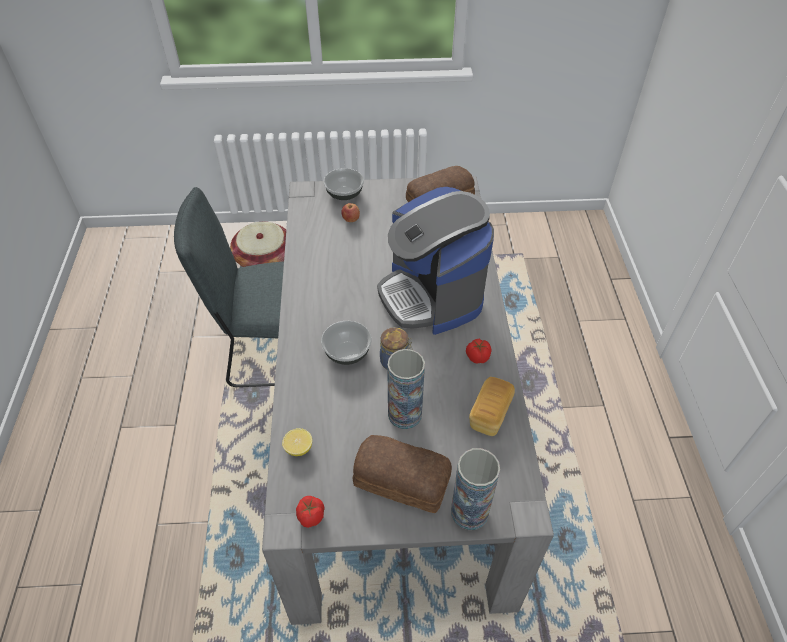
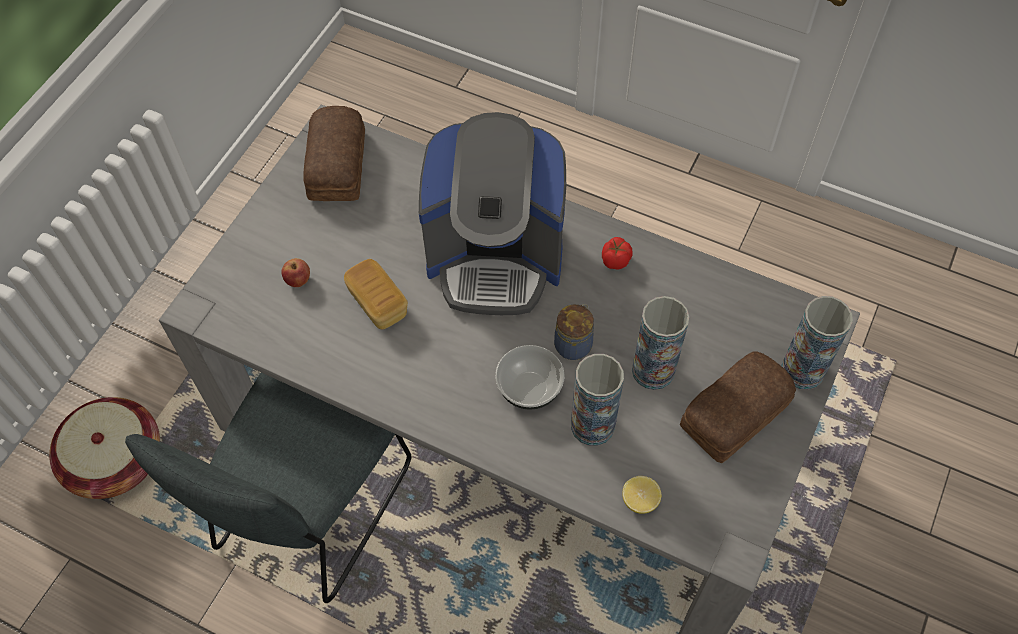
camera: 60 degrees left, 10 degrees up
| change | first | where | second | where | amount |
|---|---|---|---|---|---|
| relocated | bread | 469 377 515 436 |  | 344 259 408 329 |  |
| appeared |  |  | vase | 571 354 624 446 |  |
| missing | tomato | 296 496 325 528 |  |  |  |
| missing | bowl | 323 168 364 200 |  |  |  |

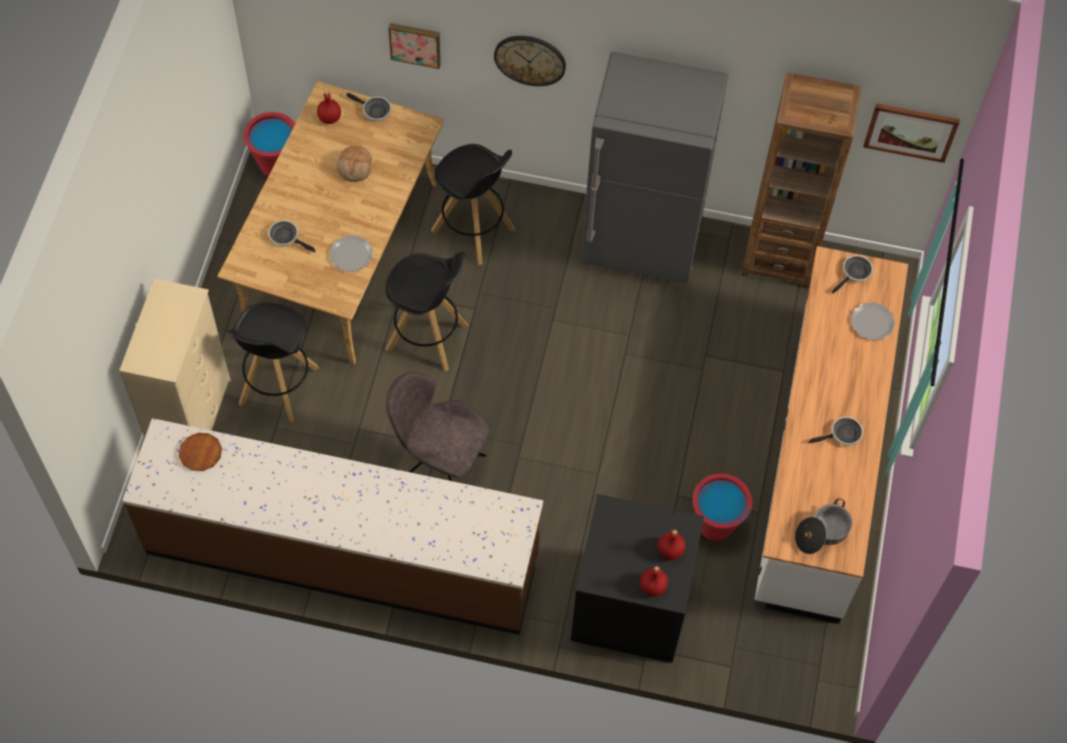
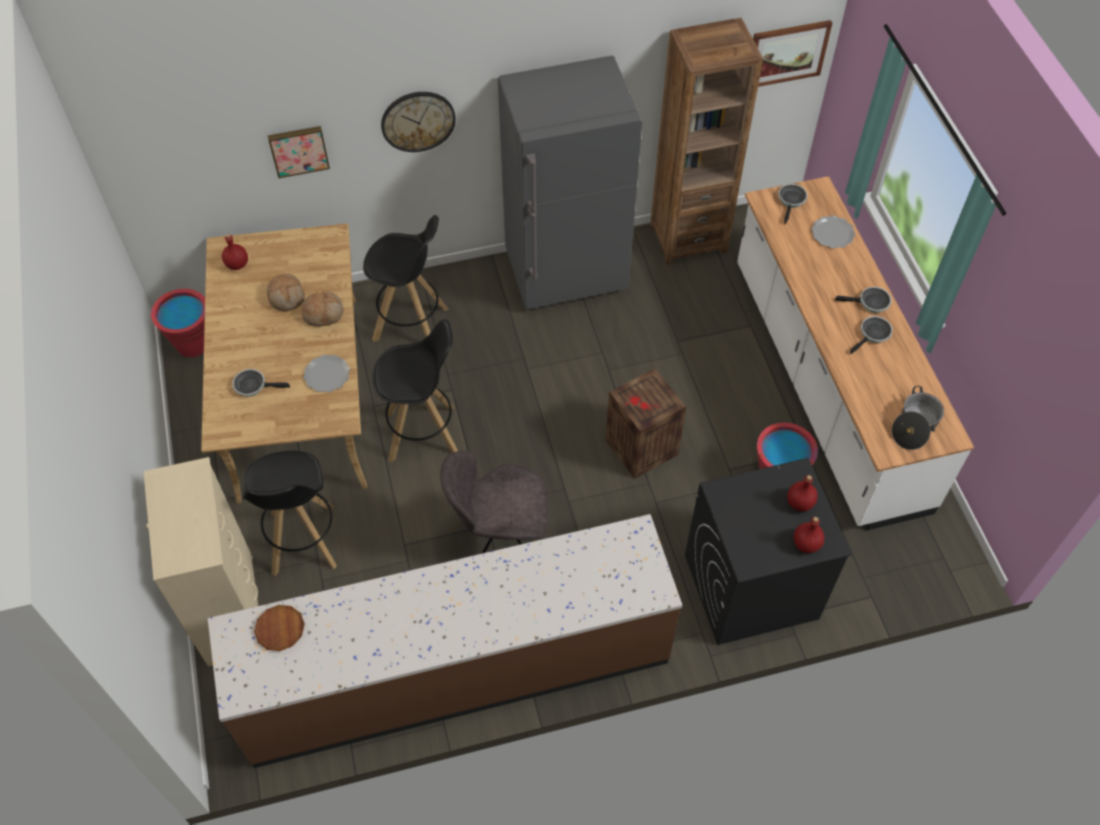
camera: 25 degrees left, 5 degrees down
| change | first | where | second | where | amount |
|---|---|---|---|---|---|
| appeared |  |  | bread | 302 291 343 327 |  |
| appeared |  |  | crate | 606 368 686 478 |  |
| relocated | frying pan | 346 92 391 121 |  | 835 287 892 313 |  |

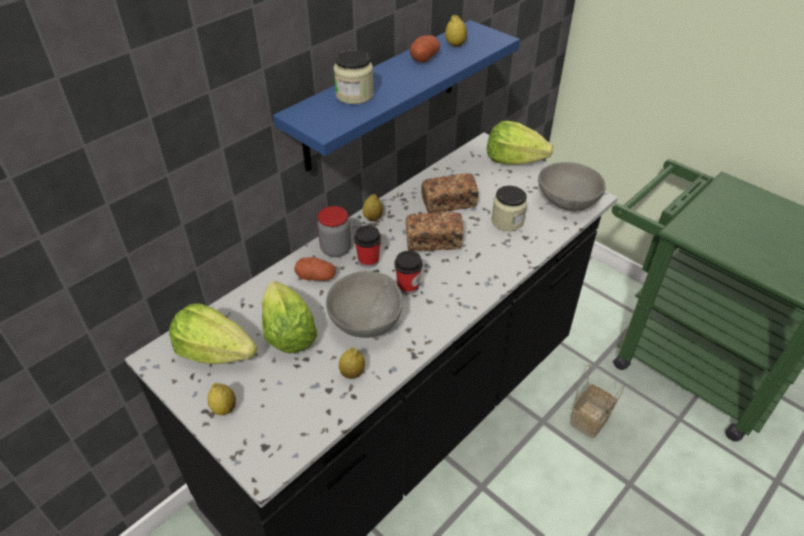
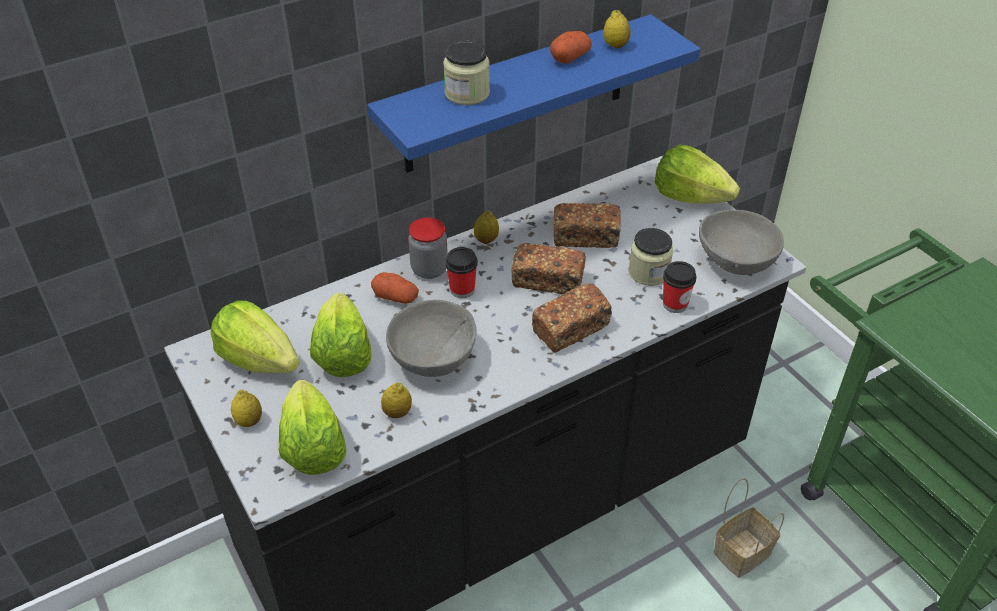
camera: 15 degrees right, 0 degrees up
| change | first | where | second | where | amount |
|---|---|---|---|---|---|
| appeared |  |  | lettuce | 279 380 346 475 |  |
| appeared |  |  | bread | 532 283 612 353 |  |
| relocated | cup | 395 251 423 294 |  | 663 261 697 313 |  |

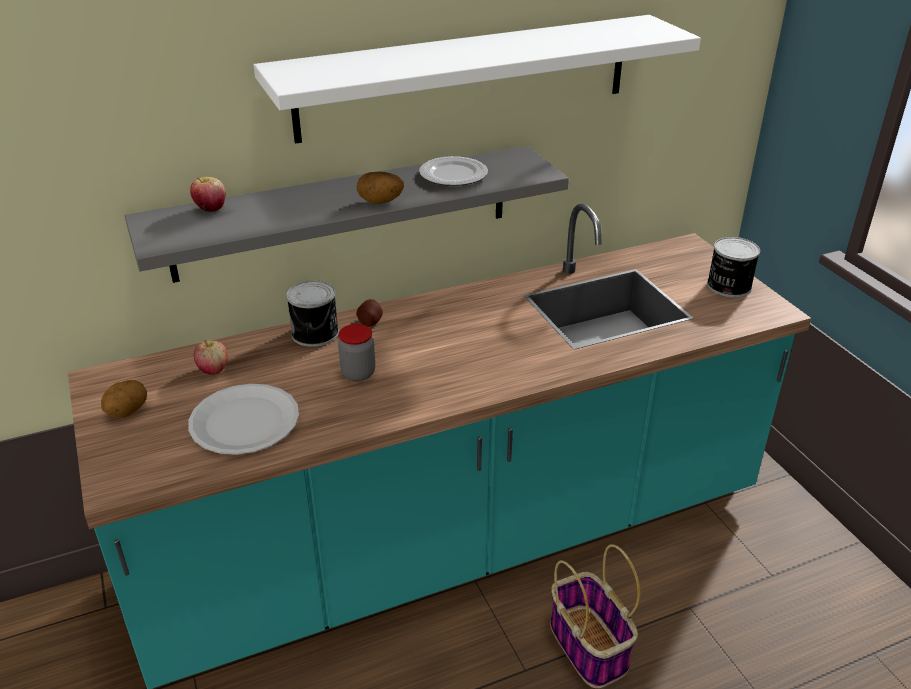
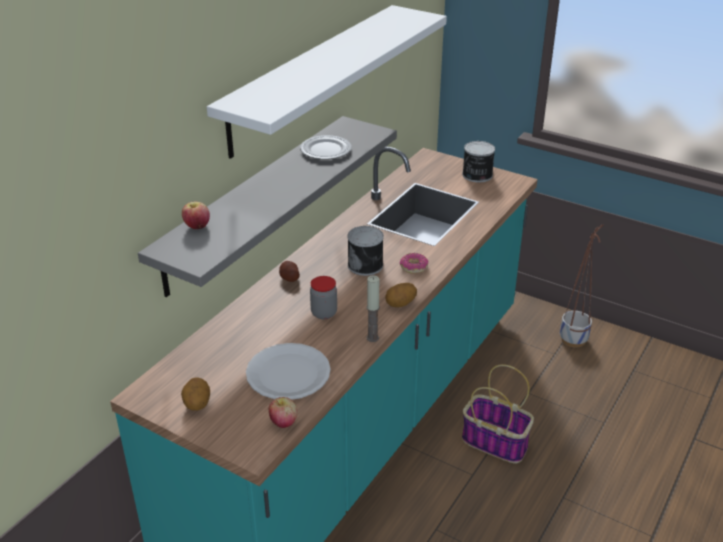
camera: 35 degrees left, 0 degrees up
| change | first | where | second | where | amount |
|---|---|---|---|---|---|
| relocated | apple | 194 339 228 375 |  | 269 397 297 428 |  |
| relocated | can | 286 281 339 347 |  | 347 226 384 276 |  |
| appeared |  |  | candle | 366 275 380 342 |  |
| relocated | potato | 357 171 404 204 |  | 385 283 417 308 |  |
| appeared |  |  | donut | 400 253 429 274 |  |
| appeared |  |  | planter | 560 224 604 348 |  |

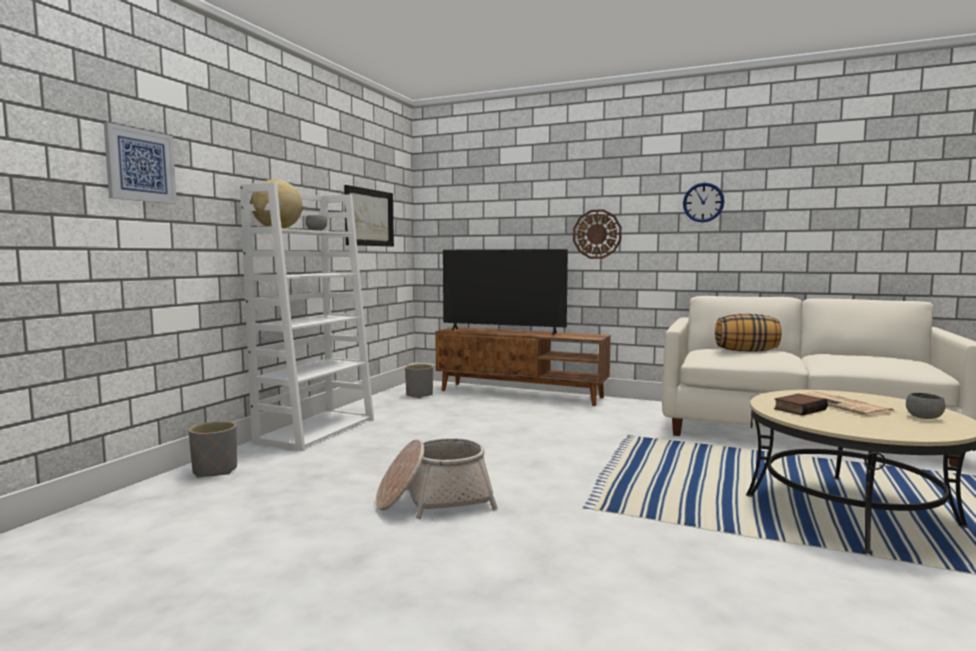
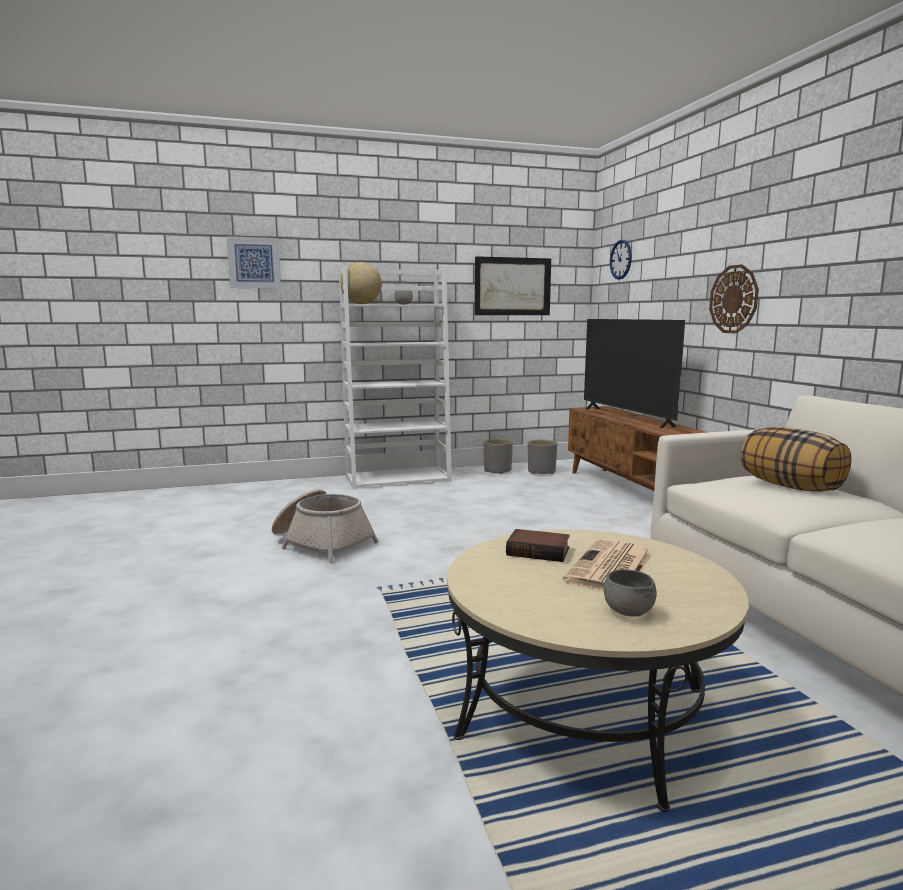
camera: 50 degrees right, 5 degrees up
| change | first | where | second | where | amount |
|---|---|---|---|---|---|
| relocated | planter (grey) | 188 421 237 478 |  | 484 439 513 474 |  |
| relocated | wall clock | 683 183 724 222 |  | 610 240 632 280 |  |

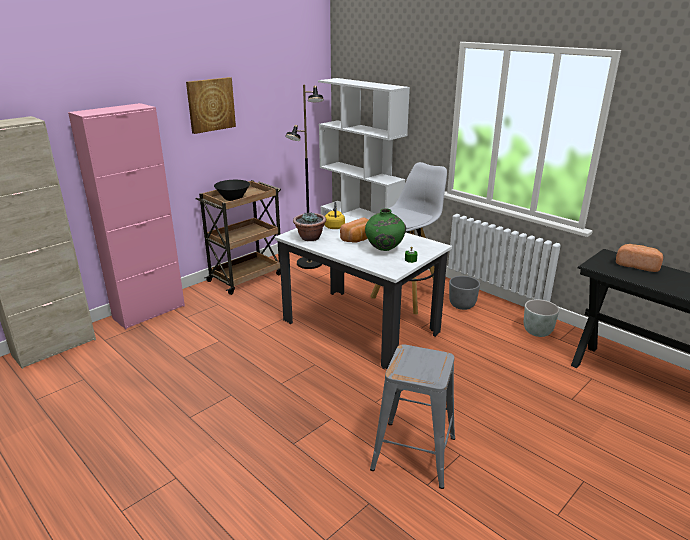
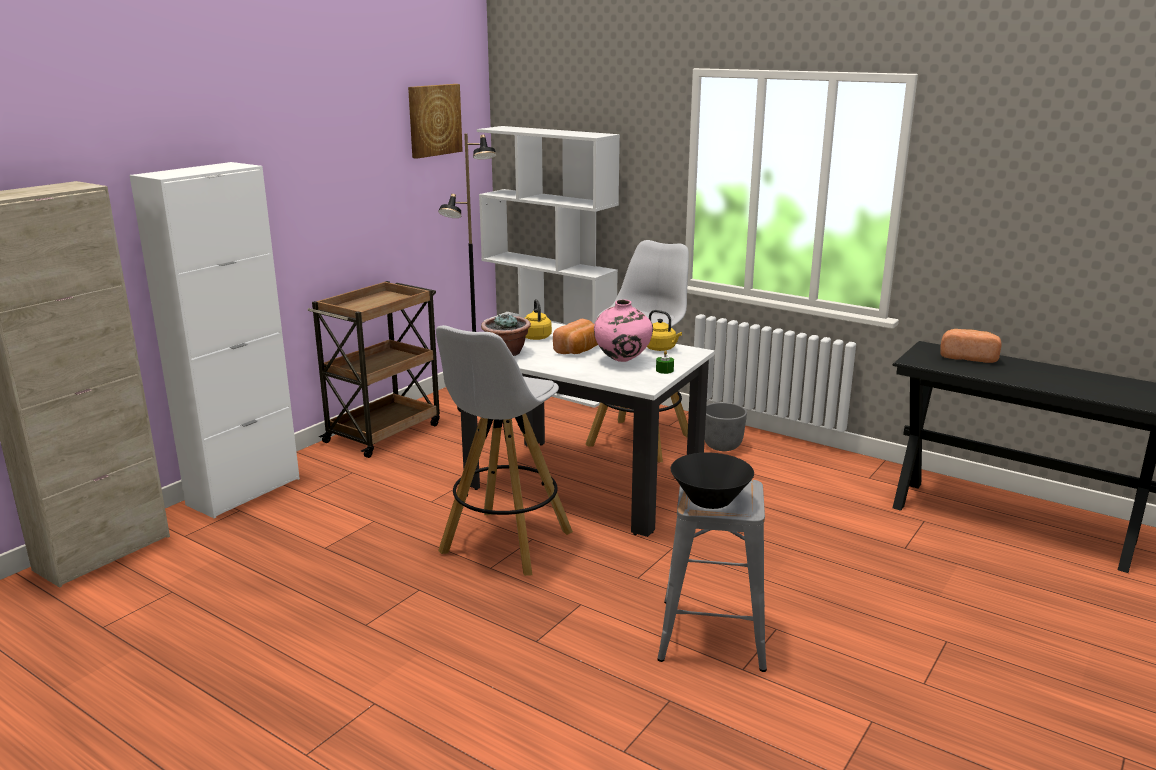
camera: 10 degrees left, 5 degrees down
| change | first | where | second | where | amount |
|---|---|---|---|---|---|
| colour | cabinet (pink) | 68 103 185 329 | cabinet (white) | 130 162 300 518 |  |
| relocated | picture | 186 77 236 134 |  | 408 84 463 159 |  |
| appeared |  |  | stool (white) | 436 325 573 576 |  |
| colour | vase (green) | 365 209 406 251 | vase (pink) | 594 300 653 362 |  |
| appeared |  |  | kettle (yellow) | 647 310 682 351 |  |
| relocated | bowl (black) | 214 180 250 201 |  | 671 453 754 509 |  |
| missing | planter (grey) | 524 299 559 337 |  |  |  |

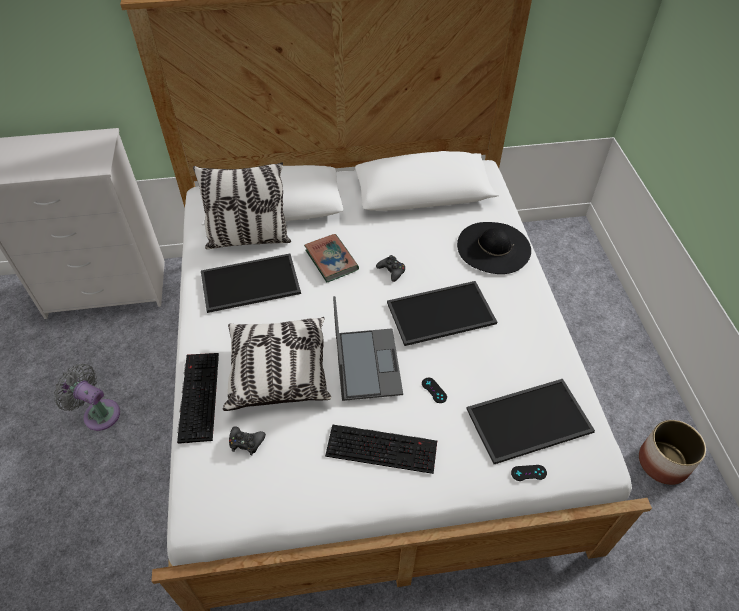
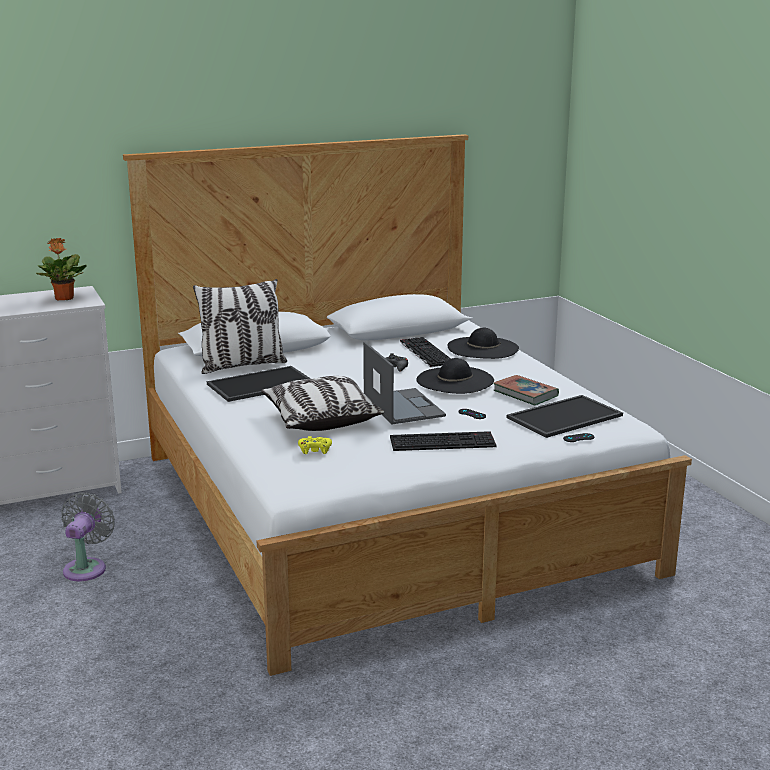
camera: 15 degrees left, 30 degrees down
| change | first | where | second | where | amount |
|---|---|---|---|---|---|
| appeared |  |  | potted plant | 36 238 87 300 |  |
| spun | fan (grey) | 54 364 120 431 |  | 61 492 115 581 | 90 degrees clockwise |
| colour | game controller (black) | 229 426 266 455 | game controller (yellow) | 298 436 332 454 |  |
| relocated | keyboard | 177 353 219 444 |  | 400 337 451 367 |  |
| exchanged | tray | 387 281 497 346 | hat (black) | 416 358 494 394 |  |
| relocated | book | 304 234 359 282 |  | 493 375 559 405 |  |
| missing | planter | 639 420 706 485 |  |  |  |

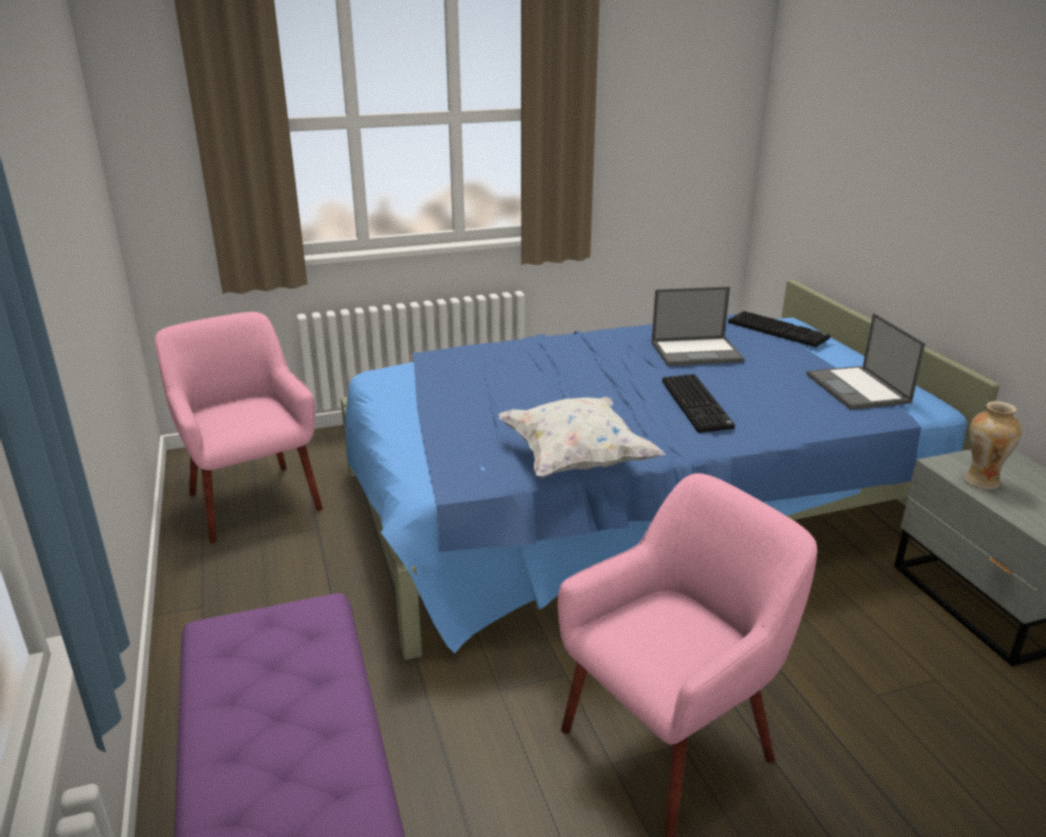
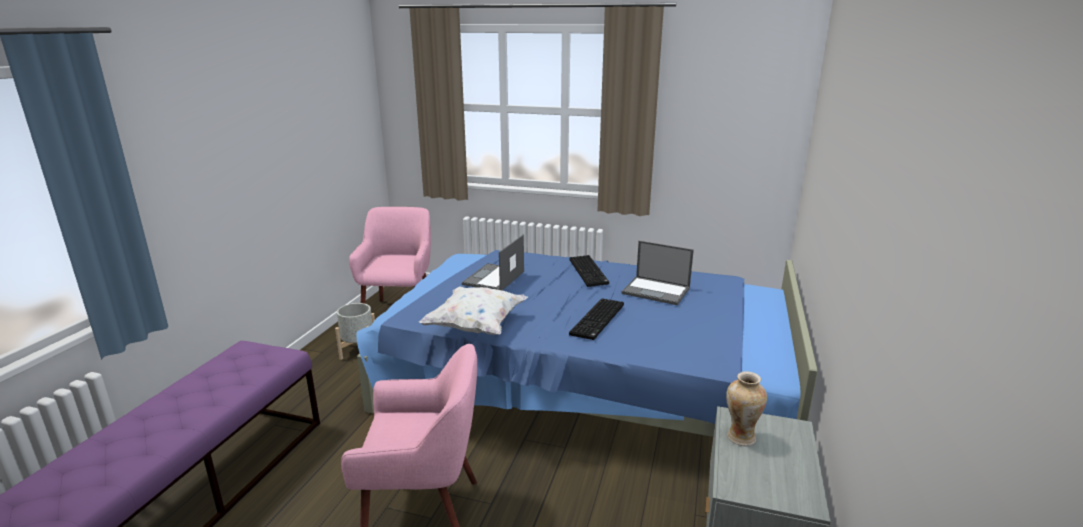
camera: 35 degrees right, 5 degrees down
| change | first | where | second | where | amount |
|---|---|---|---|---|---|
| appeared |  |  | planter (grey) | 335 303 375 360 |  |
| relocated | laptop | 806 313 925 410 |  | 462 235 524 290 |  |
| relocated | keyboard | 728 311 831 347 |  | 570 255 609 287 |  |

